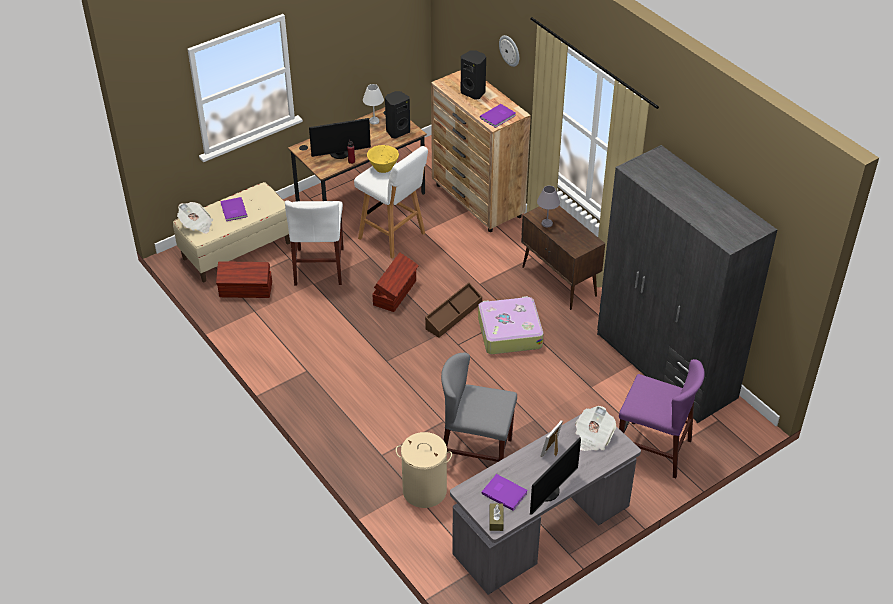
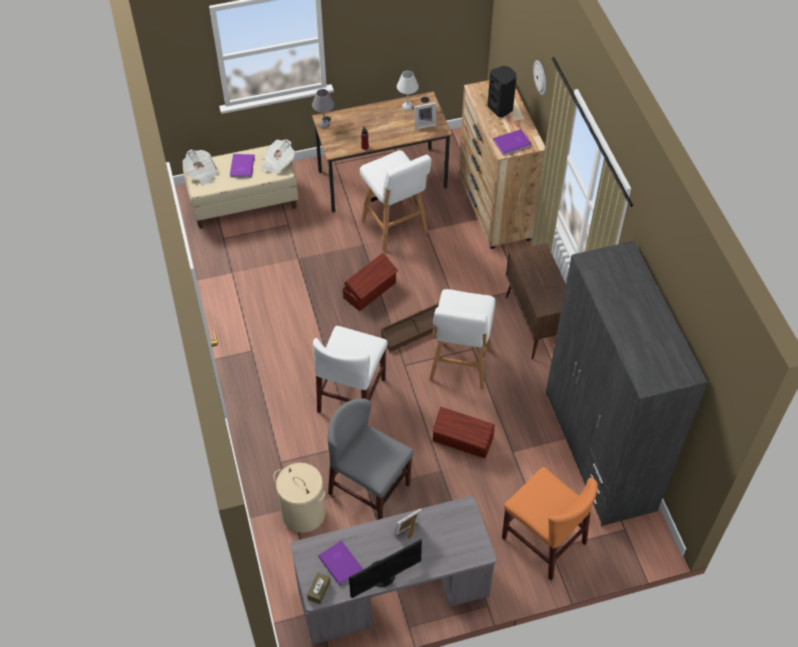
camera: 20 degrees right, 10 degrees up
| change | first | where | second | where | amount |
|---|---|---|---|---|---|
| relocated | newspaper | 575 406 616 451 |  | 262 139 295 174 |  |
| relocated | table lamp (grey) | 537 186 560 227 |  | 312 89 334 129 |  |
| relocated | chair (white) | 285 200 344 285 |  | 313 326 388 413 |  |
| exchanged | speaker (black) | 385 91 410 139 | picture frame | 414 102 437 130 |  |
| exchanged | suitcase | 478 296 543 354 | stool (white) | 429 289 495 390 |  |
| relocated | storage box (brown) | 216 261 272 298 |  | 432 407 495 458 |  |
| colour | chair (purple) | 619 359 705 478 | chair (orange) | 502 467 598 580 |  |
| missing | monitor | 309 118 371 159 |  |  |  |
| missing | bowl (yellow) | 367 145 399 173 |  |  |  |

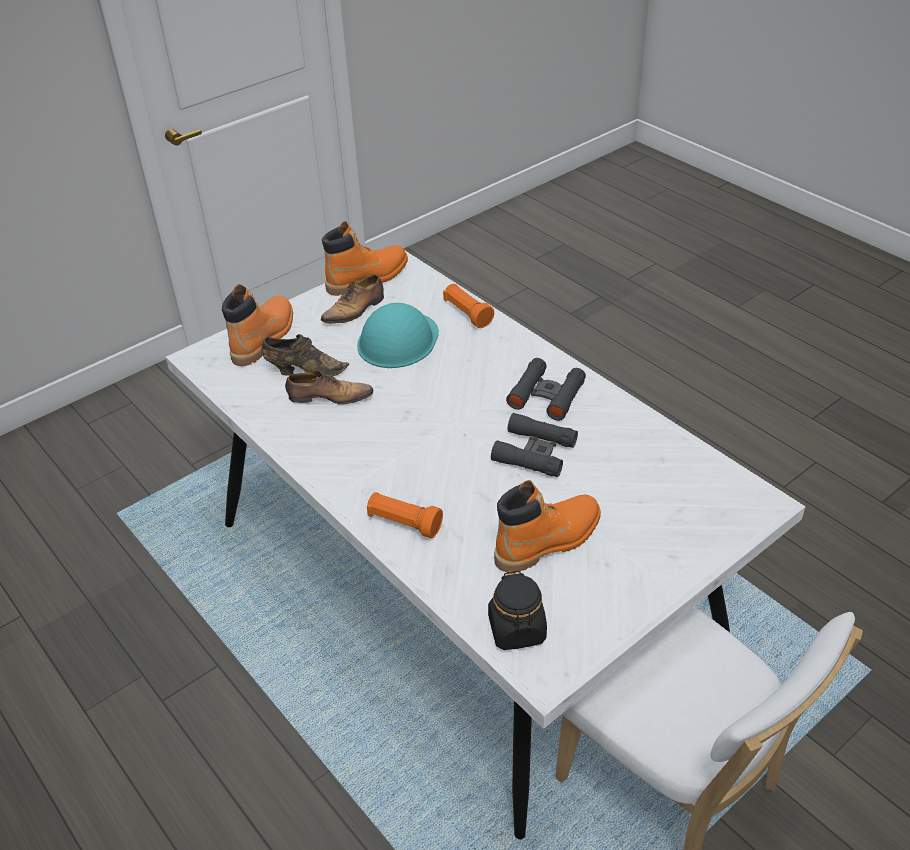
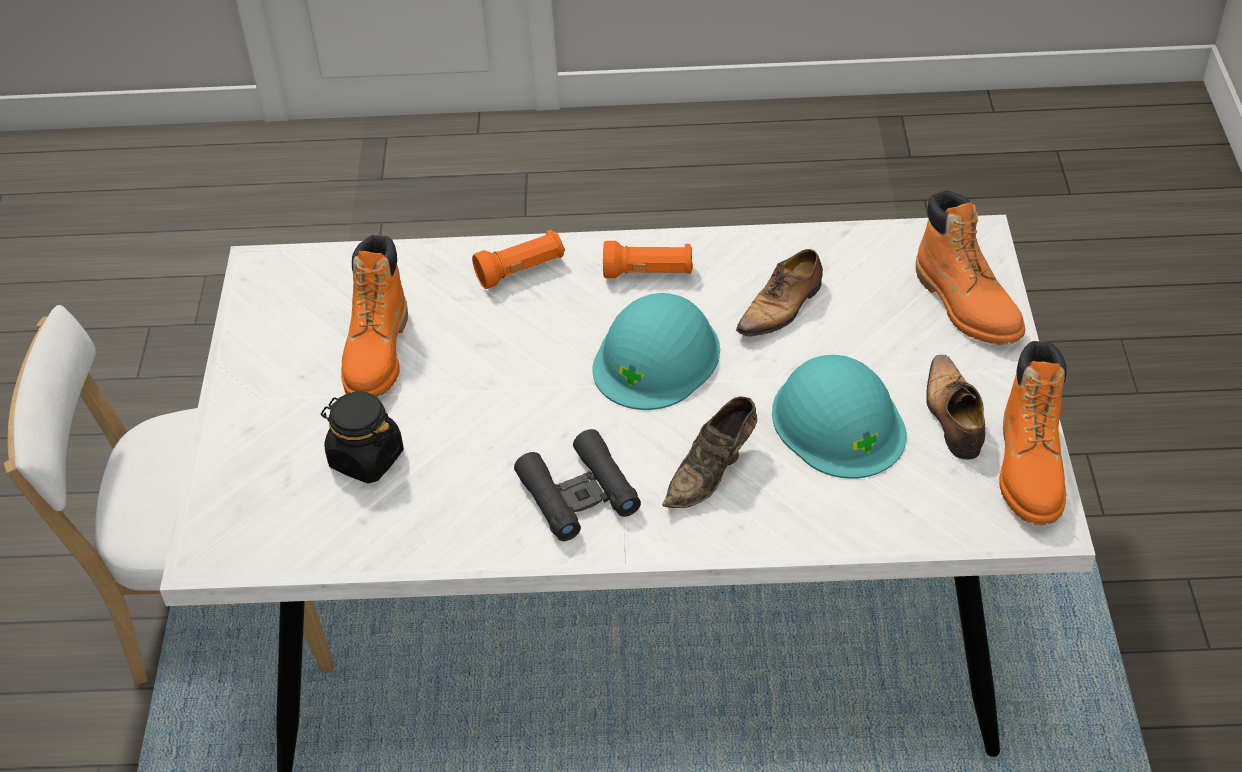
camera: 130 degrees right, 5 degrees up
| change | first | where | second | where | amount |
|---|---|---|---|---|---|
| relocated | jar (black) | 488 571 547 650 |  | 321 391 404 483 |  |
| appeared |  |  | hard hat (turquoise) | 592 293 720 410 |  |
| relocated | flashlight (orange) | 443 284 494 328 |  | 603 241 693 278 |  |
| relocated | shoe (brown) | 261 334 349 377 |  | 662 397 757 508 |  |
| missing | binoculars (black) | 491 413 578 477 |  |  |  |

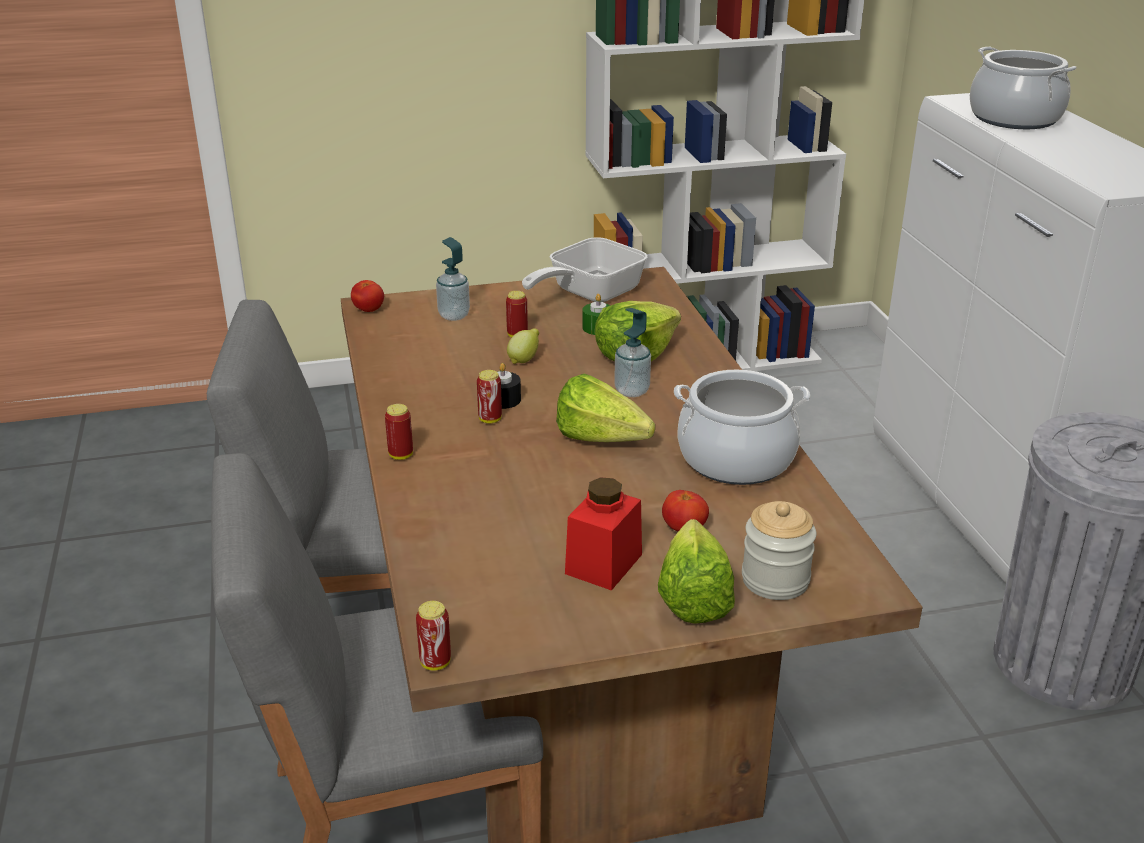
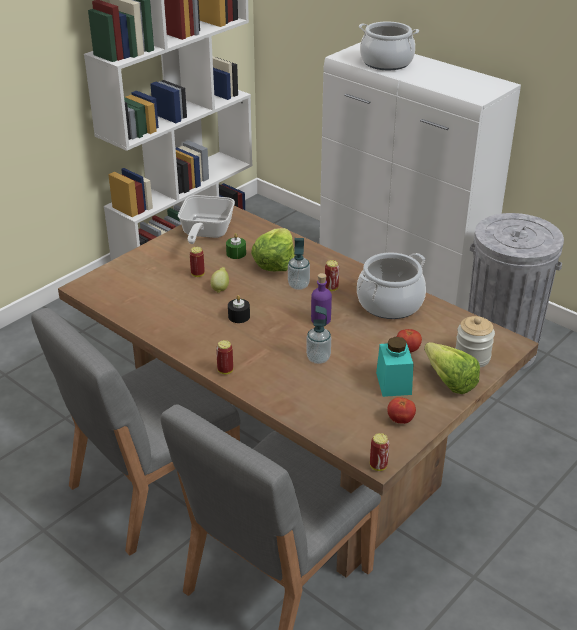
camera: 35 degrees left, 5 degrees up
| change | first | where | second | where | amount |
|---|---|---|---|---|---|
| relocated | soap dispenser | 436 237 470 321 |  | 306 306 331 364 |  |
| exchanged | lettuce | 556 374 655 442 | bottle (purple) | 311 273 332 325 |  |
| relocated | can | 477 370 502 423 |  | 325 260 339 291 |  |
| colour | jar (red) | 565 477 642 591 | jar (turquoise) | 376 337 413 397 |  |
| relocated | tomato | 351 280 384 312 |  | 387 397 416 424 |  |

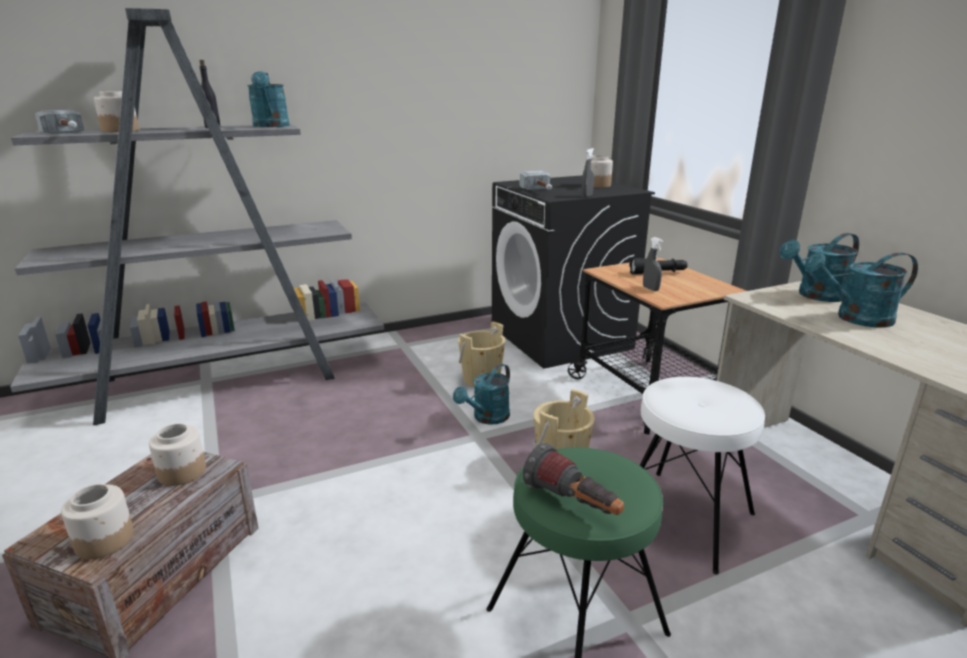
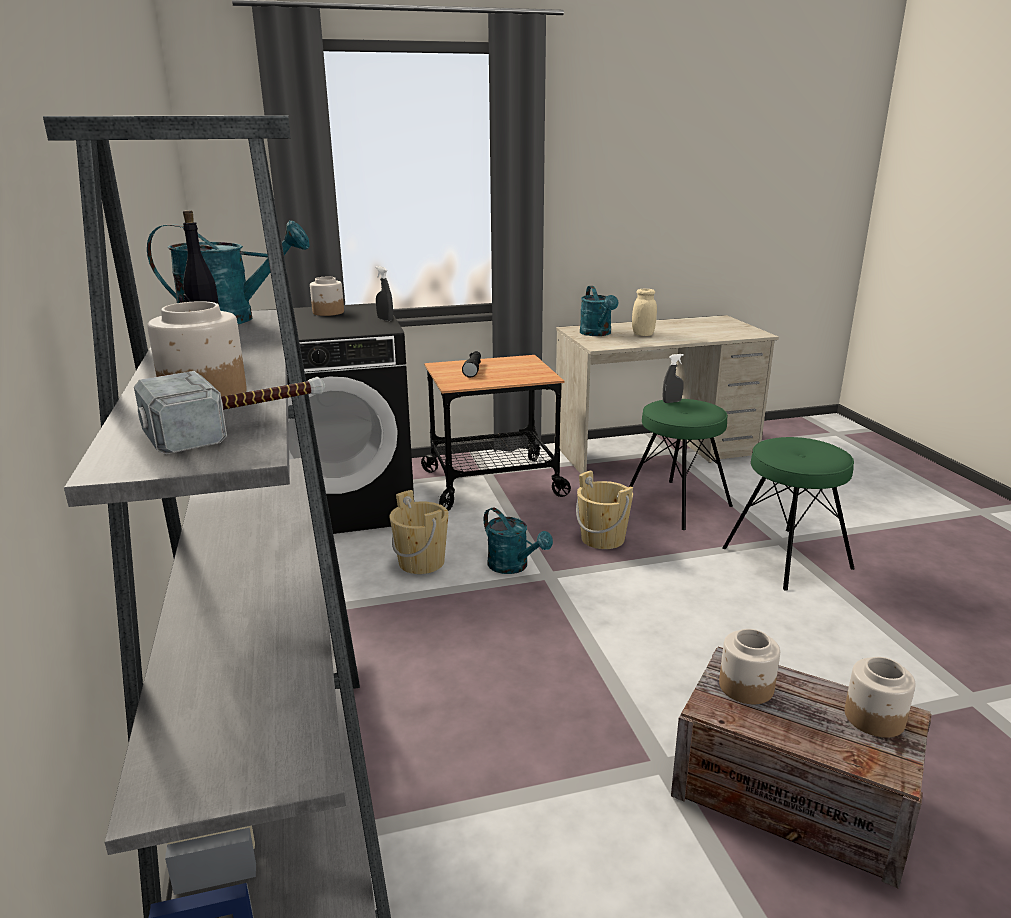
camera: 80 degrees left, 0 degrees up
| change | first | where | second | where | amount |
|---|---|---|---|---|---|
| colour | stool (white) | 640 377 765 575 | stool (green) | 628 399 733 530 |  |
| exchanged | watering can (turquoise) | 804 253 918 328 | jar (beige) | 632 289 657 336 |  |
| relocated | spray bottle (grey) | 643 237 663 291 |  | 663 354 684 403 |  |
| missing | hammer | 520 171 552 190 |  |  |  |
| missing | flashlight | 523 443 624 515 |  |  |  |

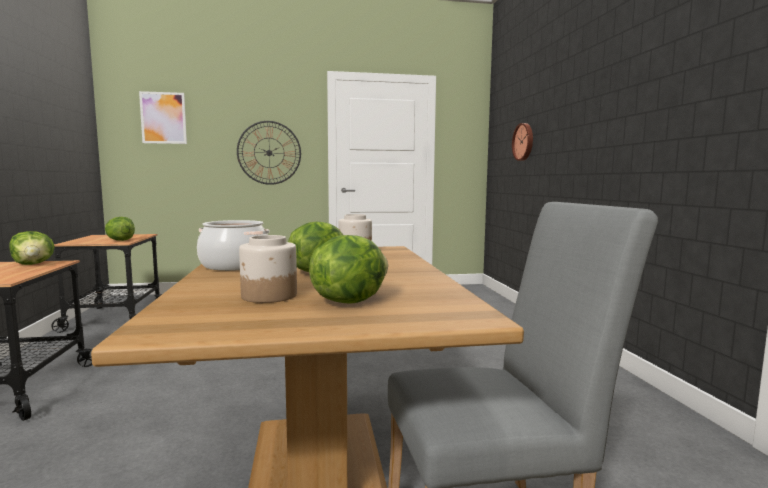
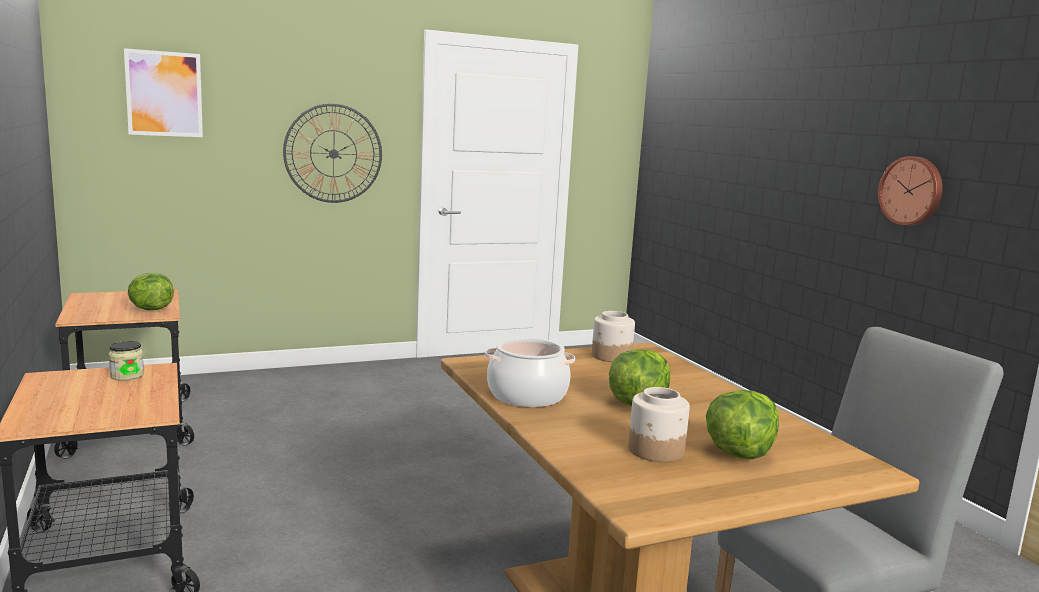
camera: 15 degrees left, 5 degrees up
| change | first | where | second | where | amount |
|---|---|---|---|---|---|
| exchanged | lettuce | 9 231 55 265 | jar | 108 341 144 381 |  |
| relocated | wall clock | 512 123 533 161 |  | 878 156 943 226 |  |

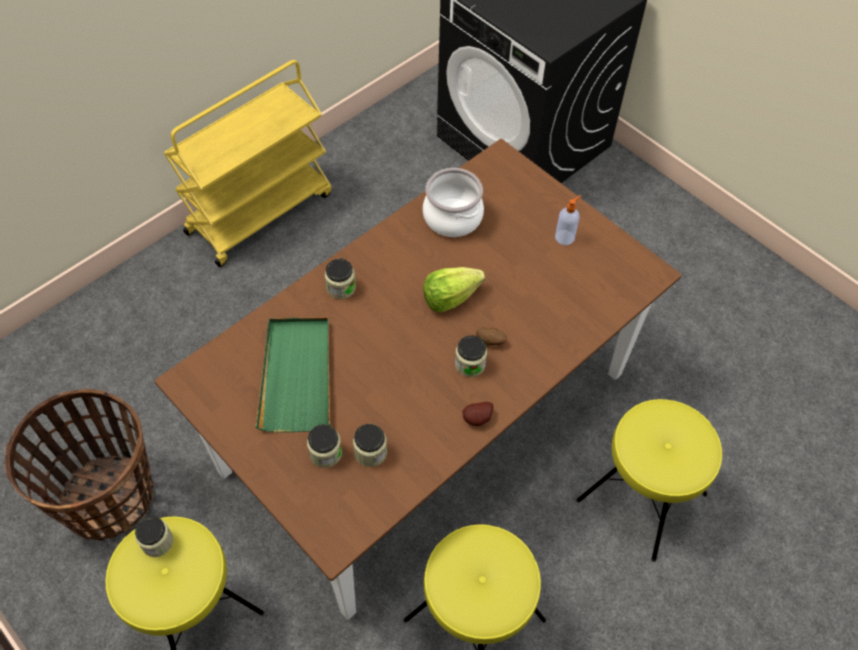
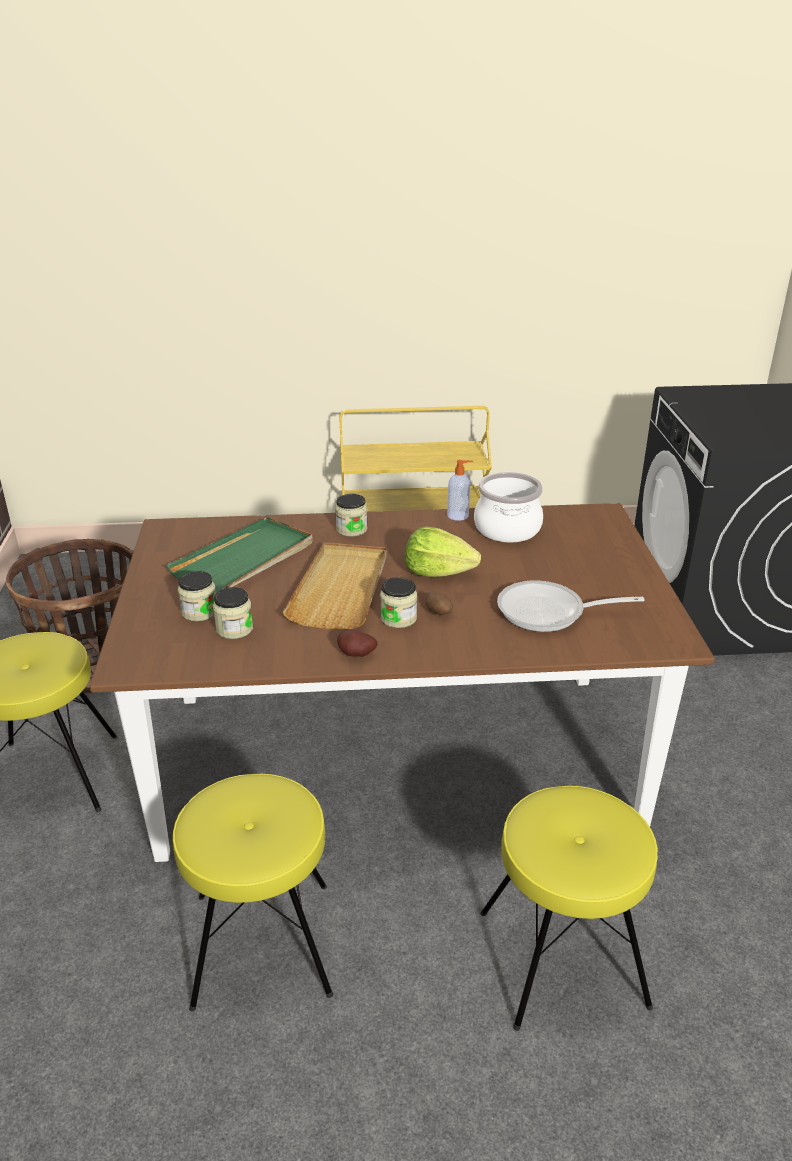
camera: 40 degrees right, 25 degrees down
| change | first | where | second | where | amount |
|---|---|---|---|---|---|
| appeared |  |  | tray (beige) | 283 542 387 630 |  |
| relocated | soap dispenser | 555 195 581 245 |  | 447 460 473 521 |  |
| appeared |  |  | frying pan | 497 580 645 632 |  |
| missing | jar | 135 516 173 557 |  |  |  |

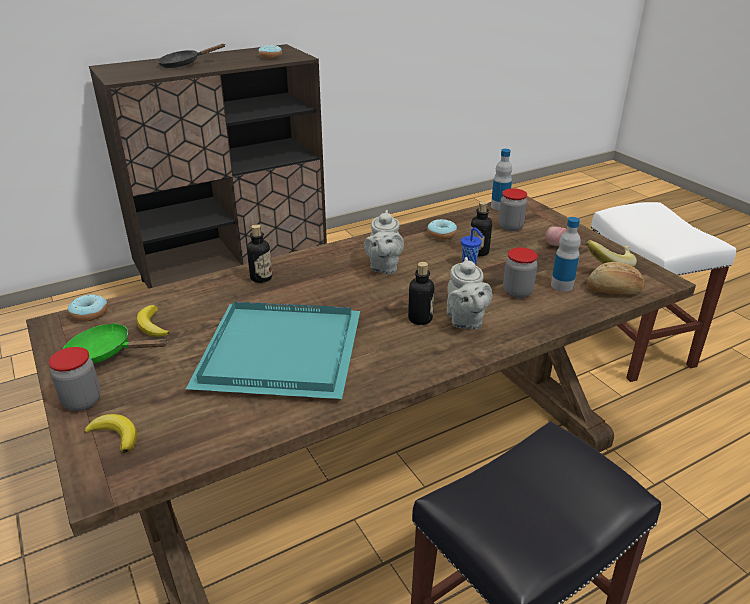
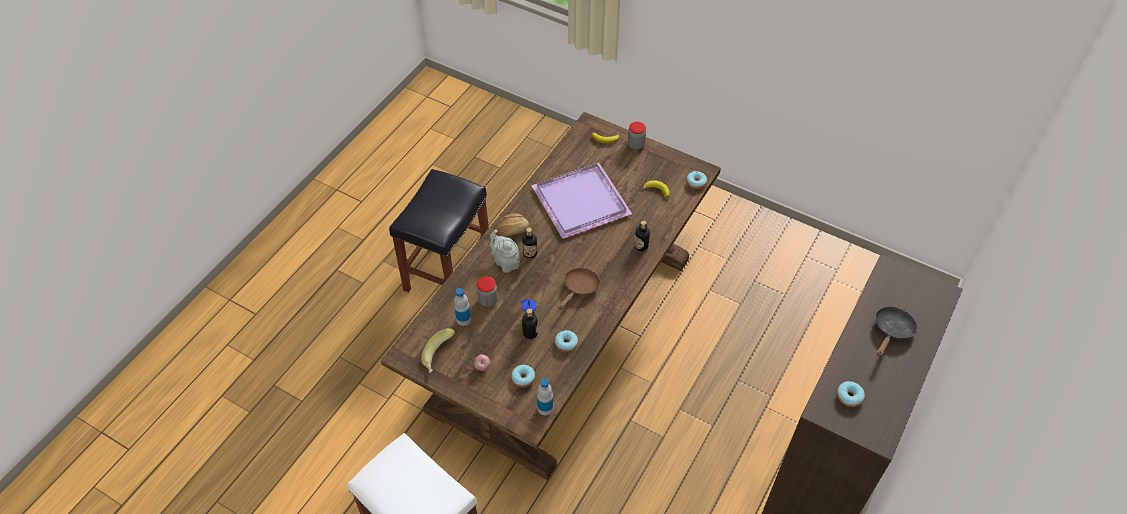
camera: 150 degrees right, 20 degrees up
| change | first | where | second | where | amount |
|---|---|---|---|---|---|
| relocated | bread | 587 262 645 294 |  | 496 213 529 237 |  |
| exchanged | jar | 498 188 527 231 | donut | 511 365 535 387 |  |
| colour | tray (turquoise) | 186 301 360 399 | tray (purple) | 531 163 632 239 |  |
| exchanged | teapot (grey) | 364 210 404 274 | frying pan (brown) | 558 268 600 310 |  |
| missing | frying pan (green) | 63 323 168 364 |  |  |  |

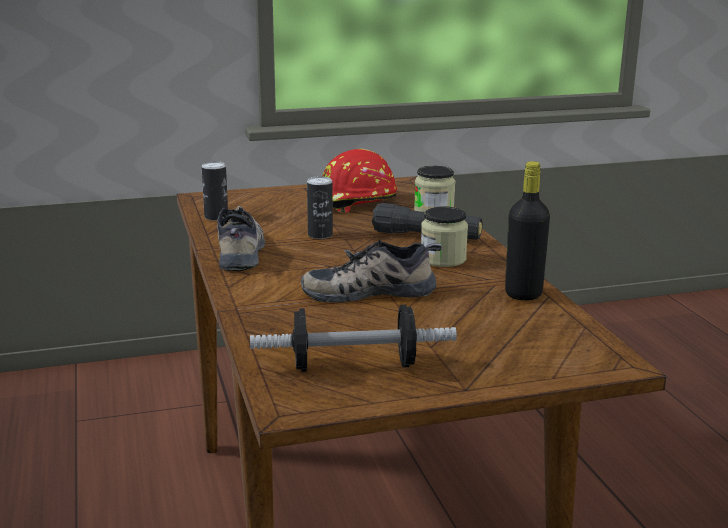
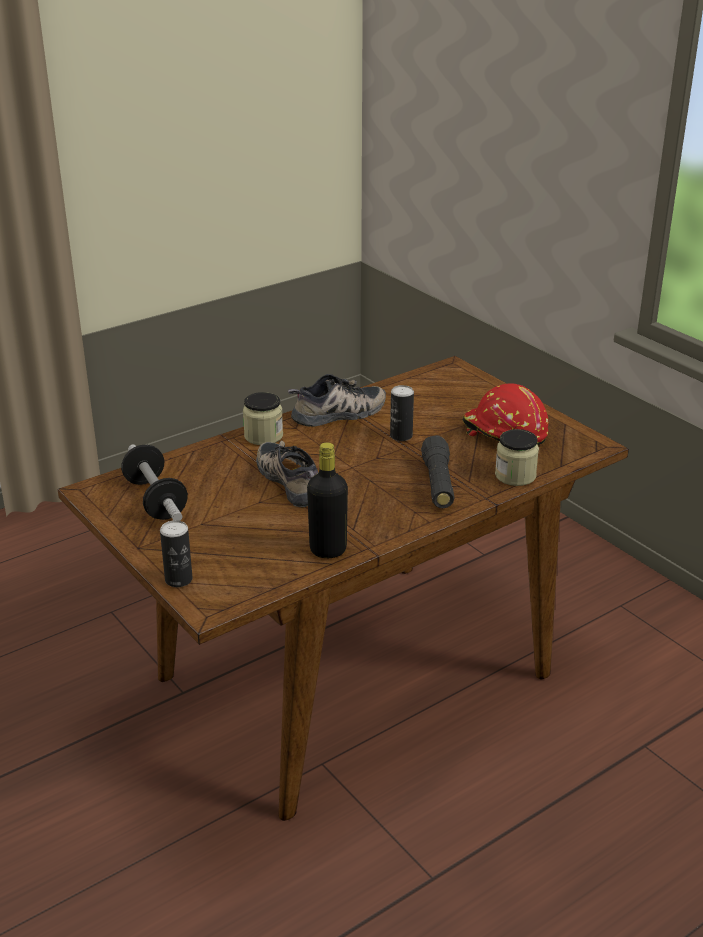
camera: 70 degrees right, 10 degrees up
| change | first | where | second | where | amount |
|---|---|---|---|---|---|
| relocated | can | 202 161 228 221 |  | 160 520 193 587 |  |
| relocated | jar | 421 206 468 267 |  | 243 392 283 445 |  |

